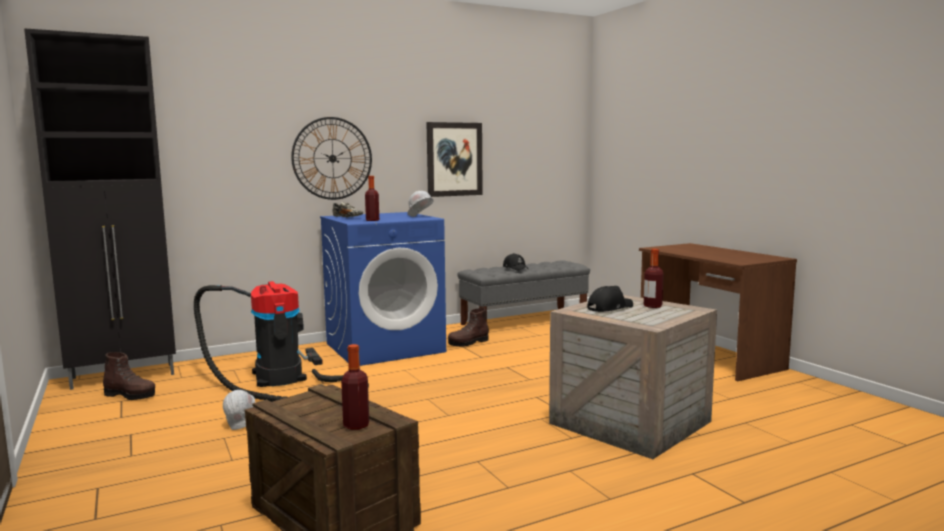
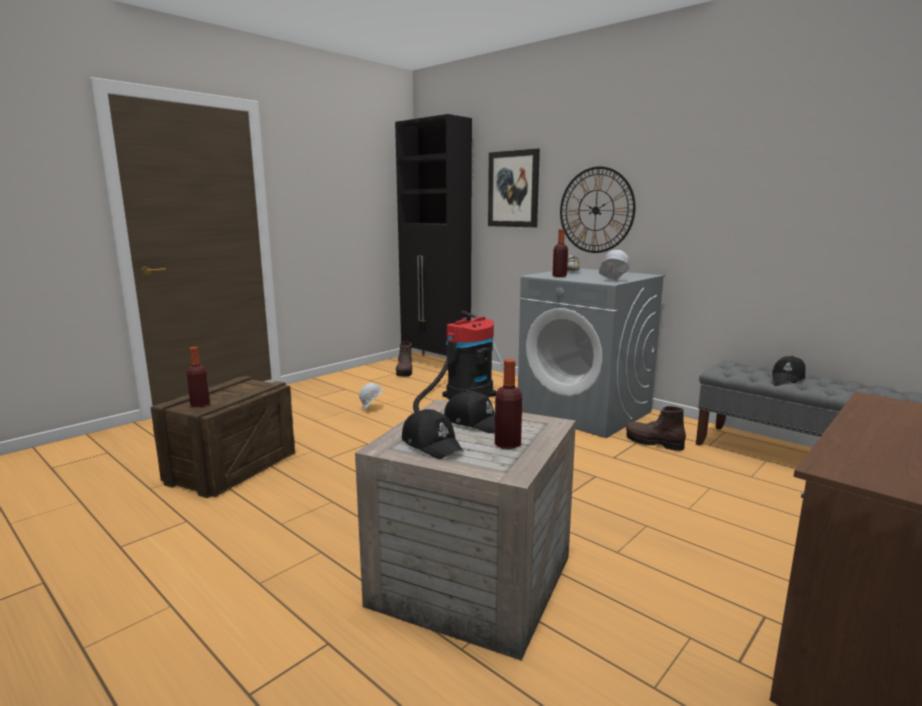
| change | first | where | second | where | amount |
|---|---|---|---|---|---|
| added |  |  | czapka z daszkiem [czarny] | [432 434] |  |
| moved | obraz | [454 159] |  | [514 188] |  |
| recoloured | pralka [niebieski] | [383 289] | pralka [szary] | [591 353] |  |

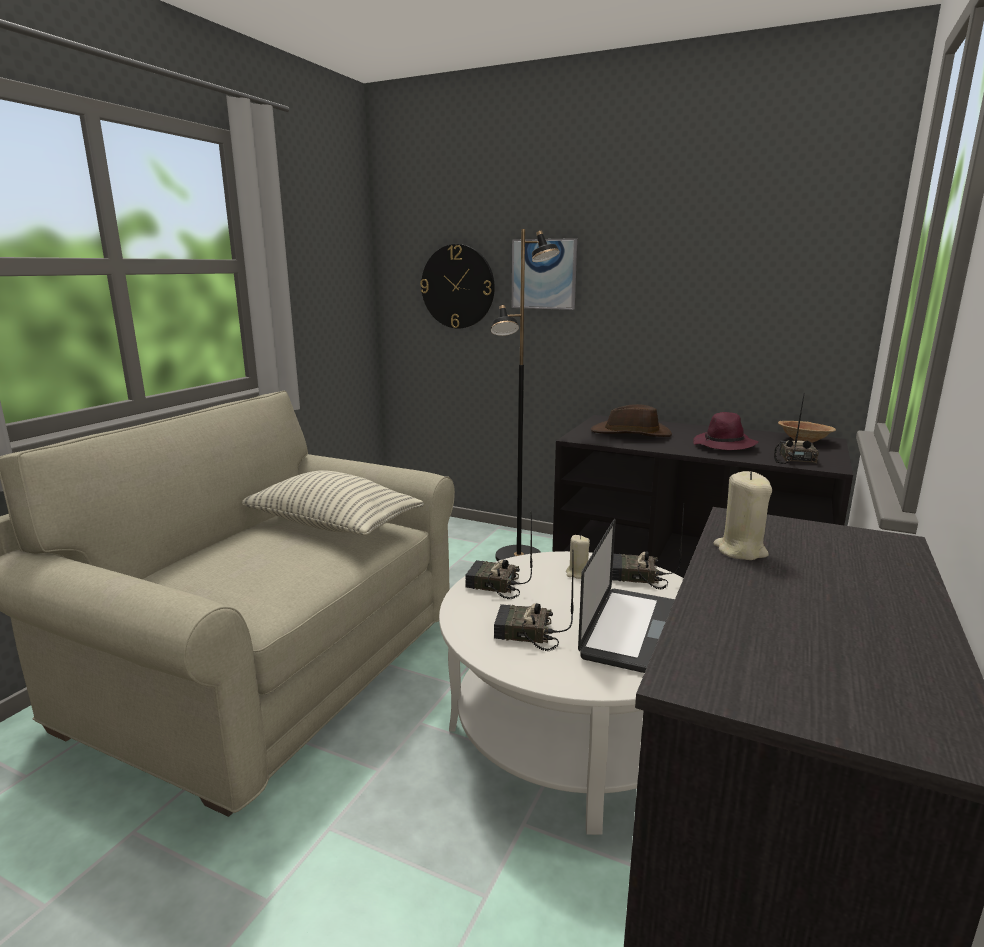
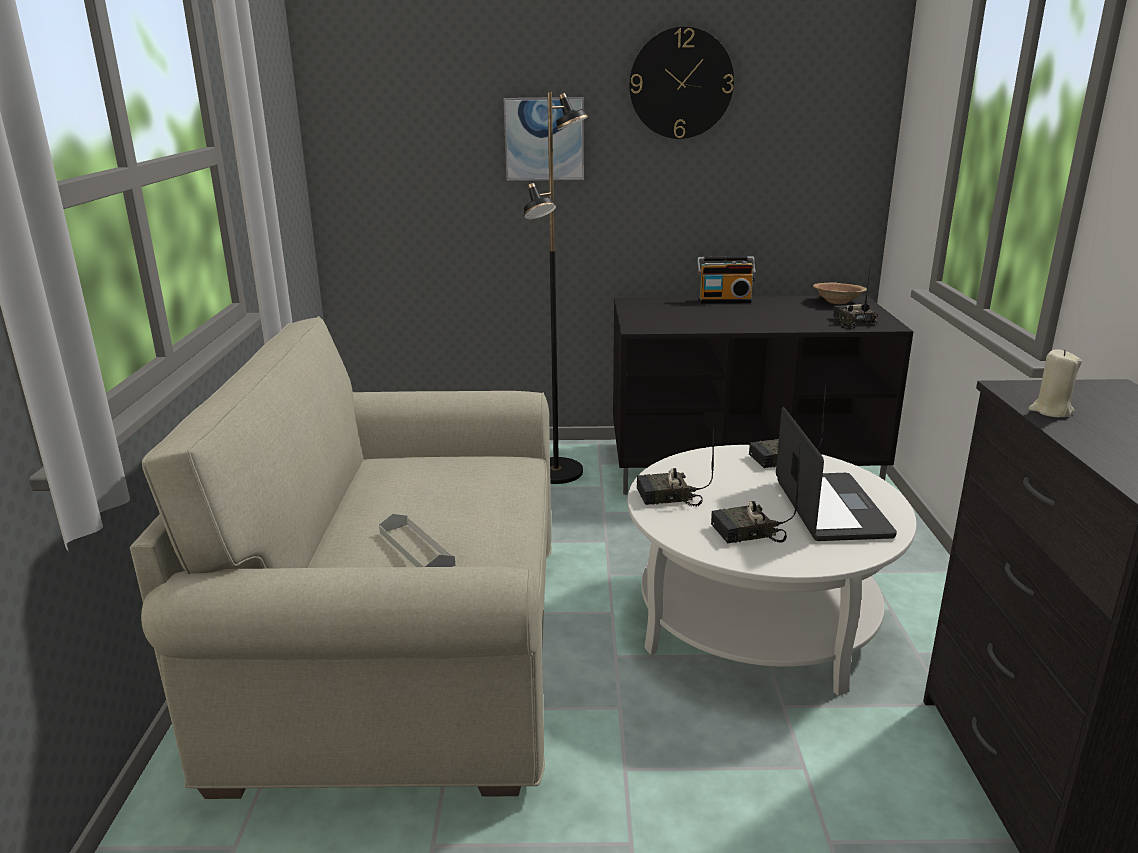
| change | first | where | second | where | amount |
|---|---|---|---|---|---|
| removed | poduszka | [333 502] |  |  |  |
| removed | świeca [beżowy] | [578 557] |  |  |  |
| removed | kapelusz [brązowy] | [631 420] |  |  |  |
| removed | kapelusz [fioletowy] | [726 431] |  |  |  |
| added |  |  | taca [szary] | [417 540] |  |
| added |  |  | radio | [726 280] |  |
| moved | zegar ścienny | [457 286] |  | [681 83] |  |

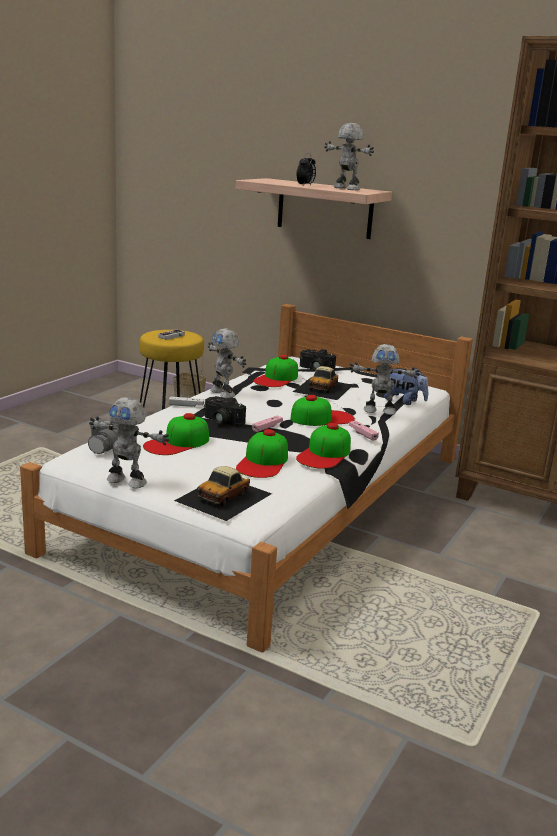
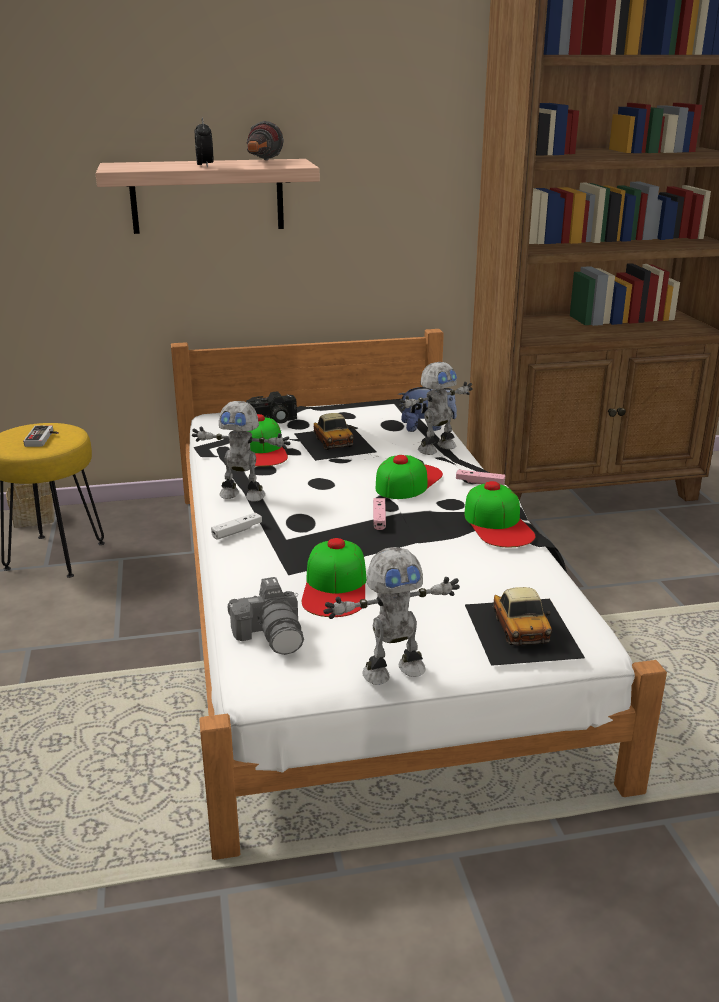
| change | first | where | second | where | amount |
|---|---|---|---|---|---|
| removed | aparat fotograficzny | [225 411] |  |  |  |
| removed | czapka z daszkiem | [262 453] |  |  |  |
| replaced | robot zabawkowy | [349 156] | latarka | [265 140] |  |

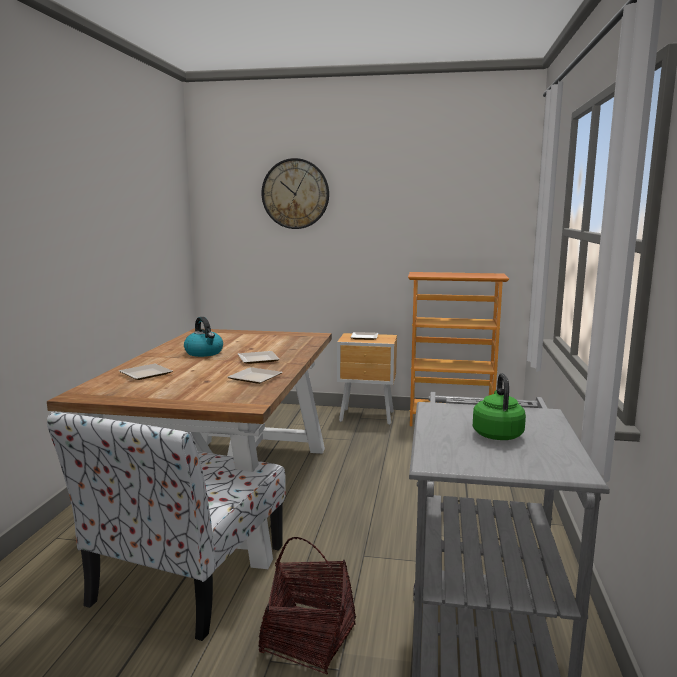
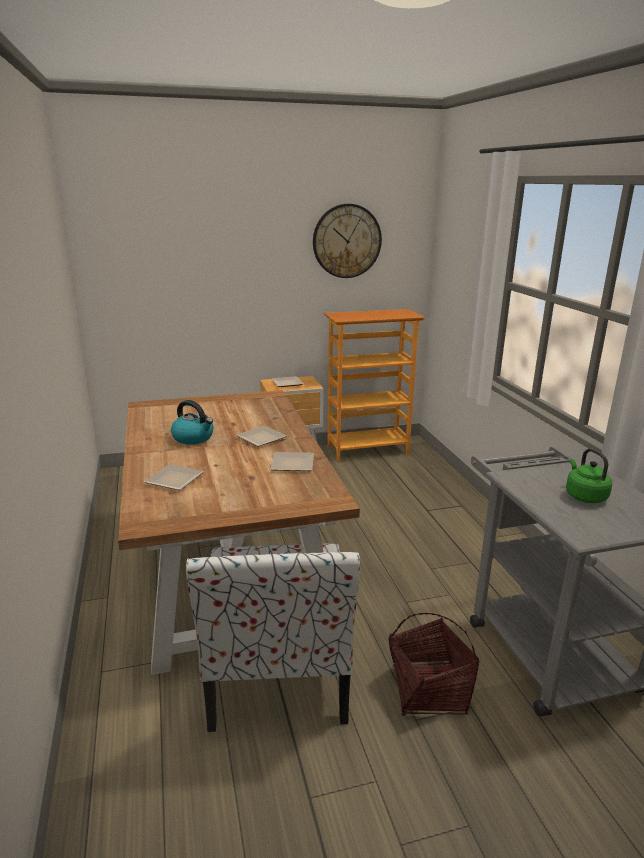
| change | first | where | second | where | amount |
|---|---|---|---|---|---|
| moved | zegar ścienny | [295 193] |  | [347 241] |  |

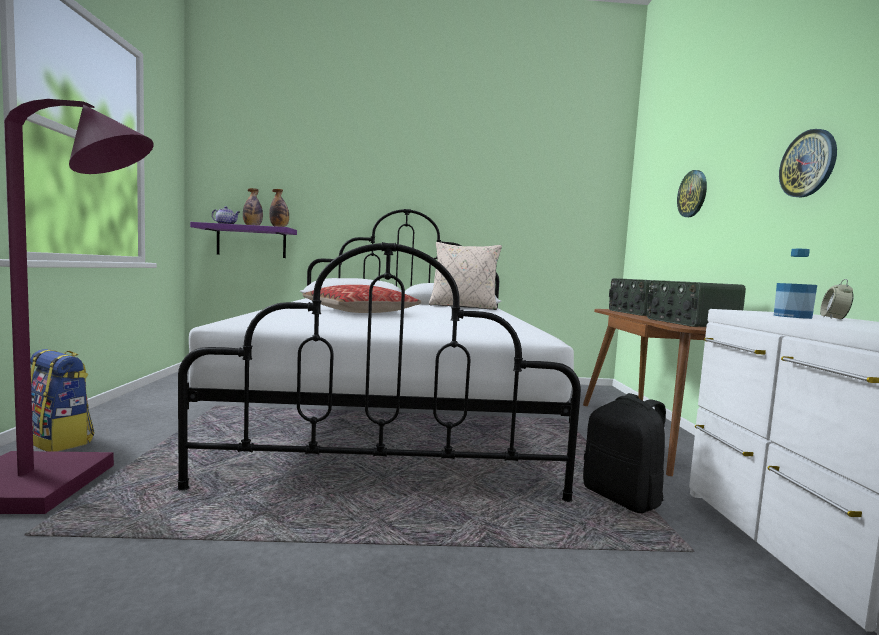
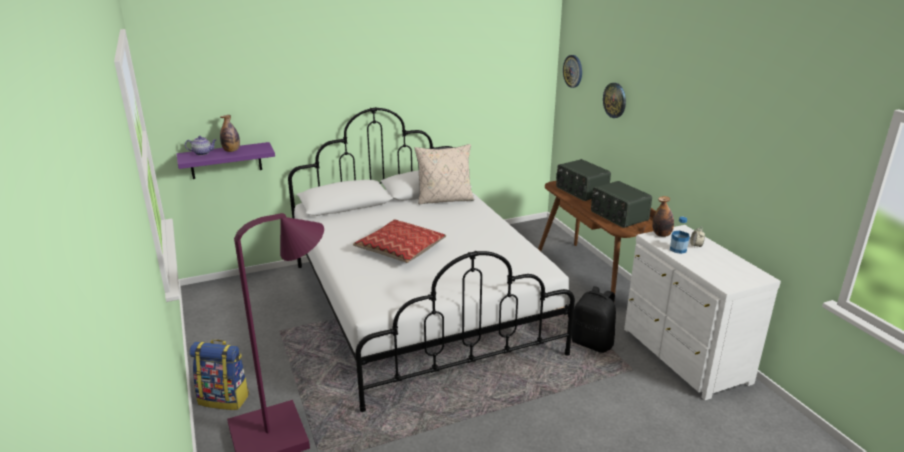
| change | first | where | second | where | amount |
|---|---|---|---|---|---|
| moved | butelka | [279 208] |  | [663 216] |  |
| moved | zegar ścienny | [808 163] |  | [572 71] |  |

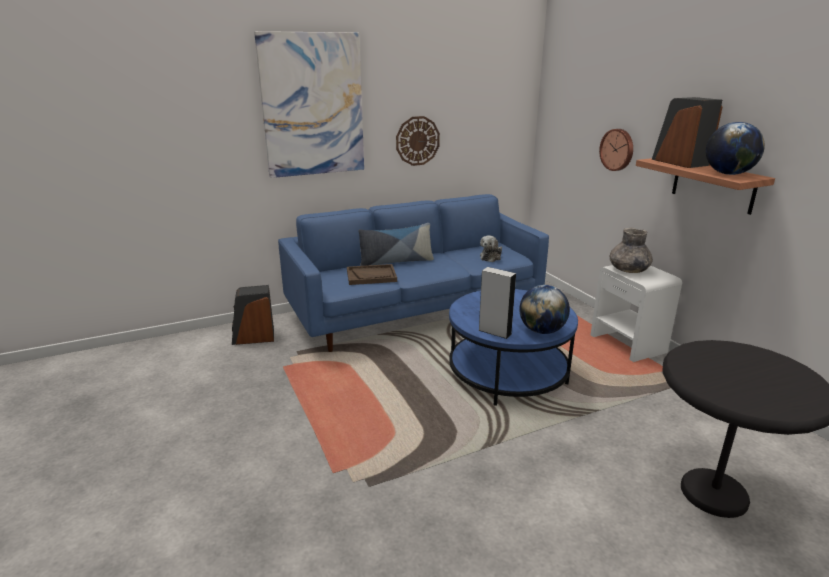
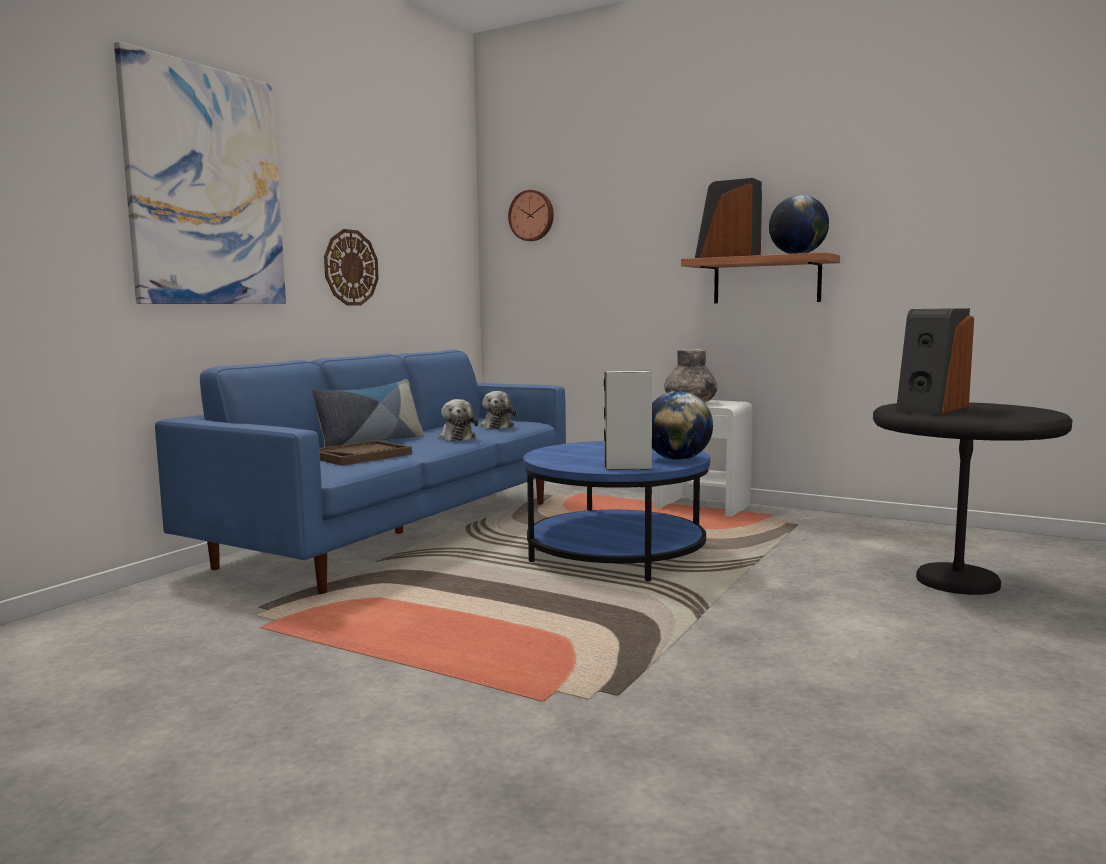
| change | first | where | second | where | amount |
|---|---|---|---|---|---|
| added |  |  | pluszak | [458 420] |  |
| moved | głośnik | [253 315] |  | [935 361] |  |
| moved | zegar ścienny | [616 150] |  | [531 215] |  |

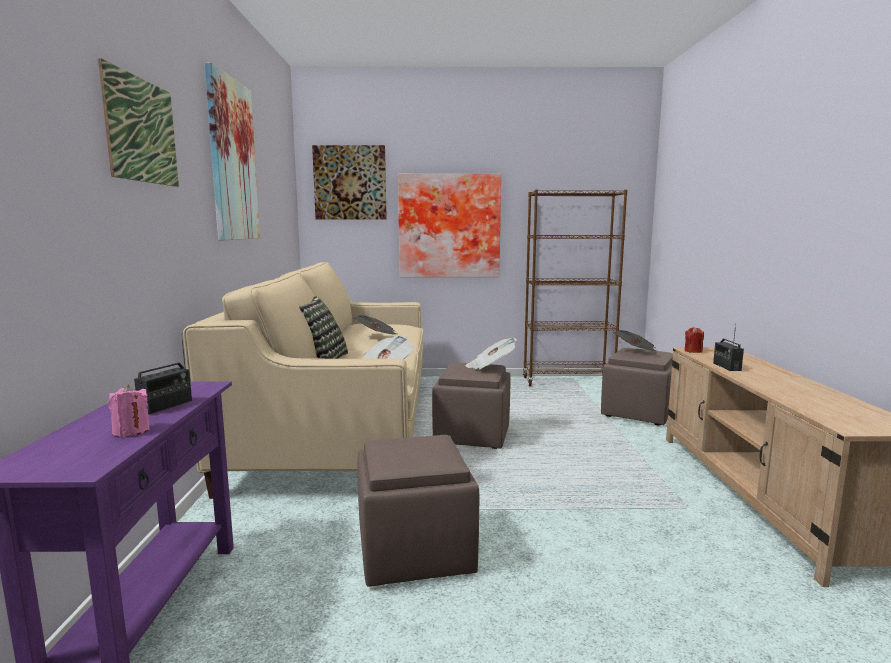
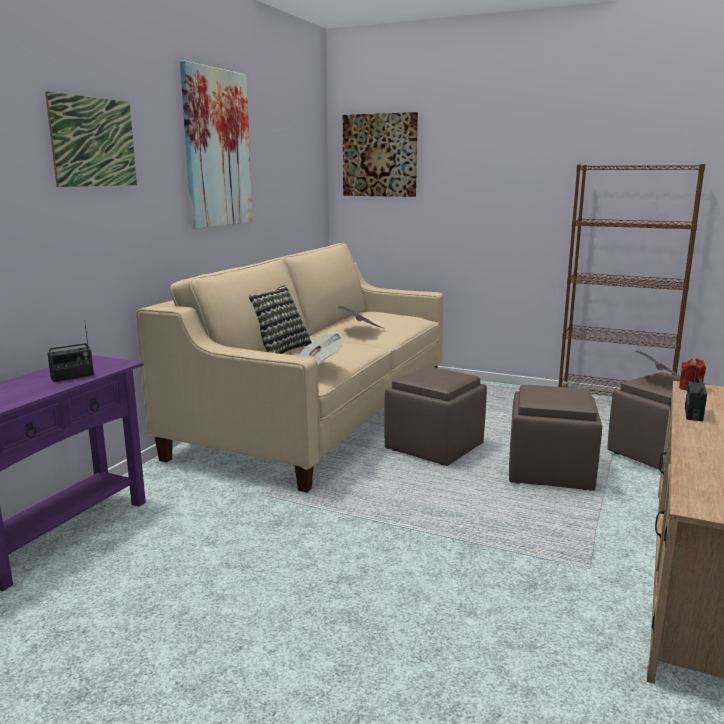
| change | first | where | second | where | amount |
|---|---|---|---|---|---|
| removed | świeca [różowy] | [129 410] |  |  |  |
| removed | obraz | [449 225] |  |  |  |
| removed | gazeta | [491 354] |  |  |  |
| moved | pufa [brązowy] | [418 511] |  | [555 438] |  |

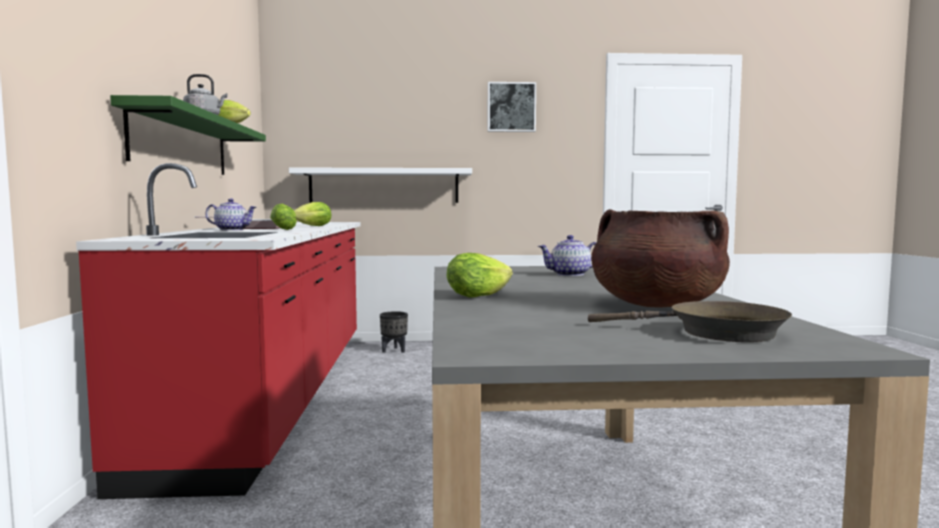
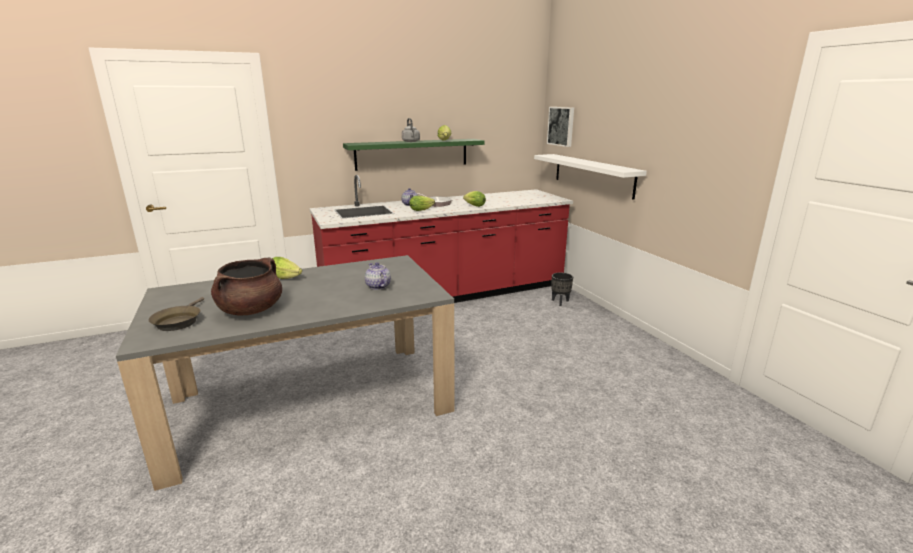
| change | first | where | second | where | amount |
|---|---|---|---|---|---|
| moved | obraz | [512 107] |  | [560 127] |  |

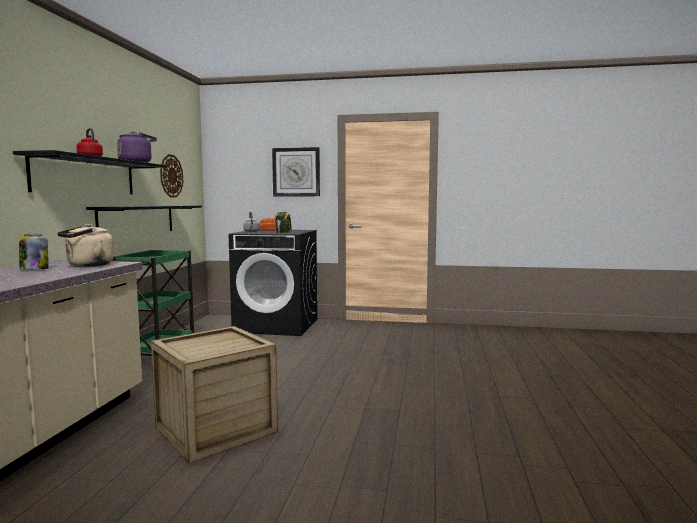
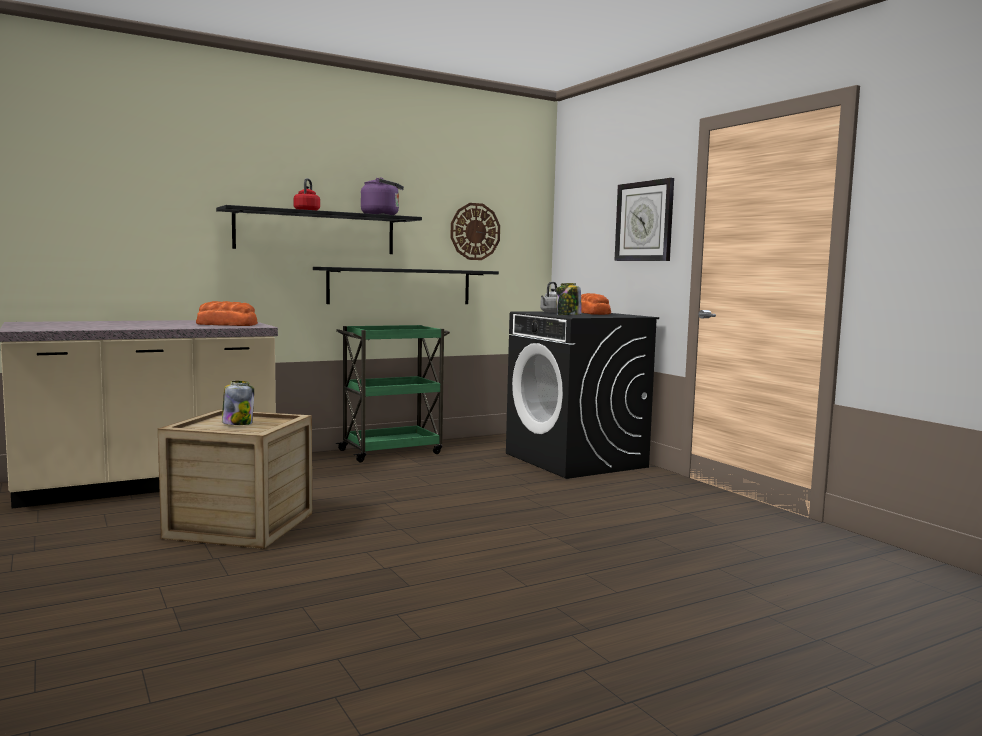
| change | first | where | second | where | amount |
|---|---|---|---|---|---|
| moved | słoik | [34 252] |  | [238 403] |  |
| replaced | czajnik [beżowy] | [85 245] | chleb | [227 313] |  |

